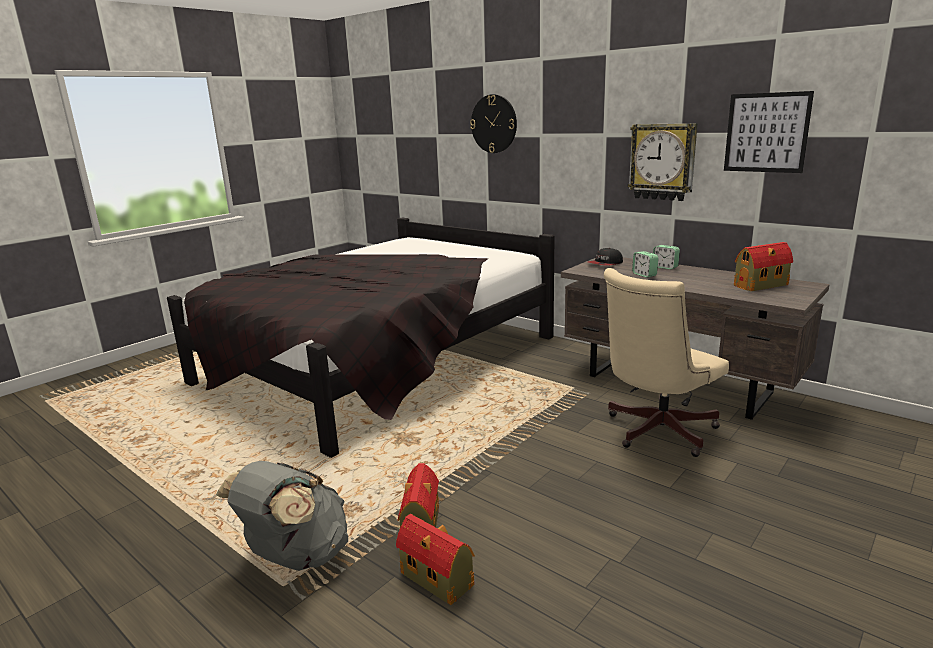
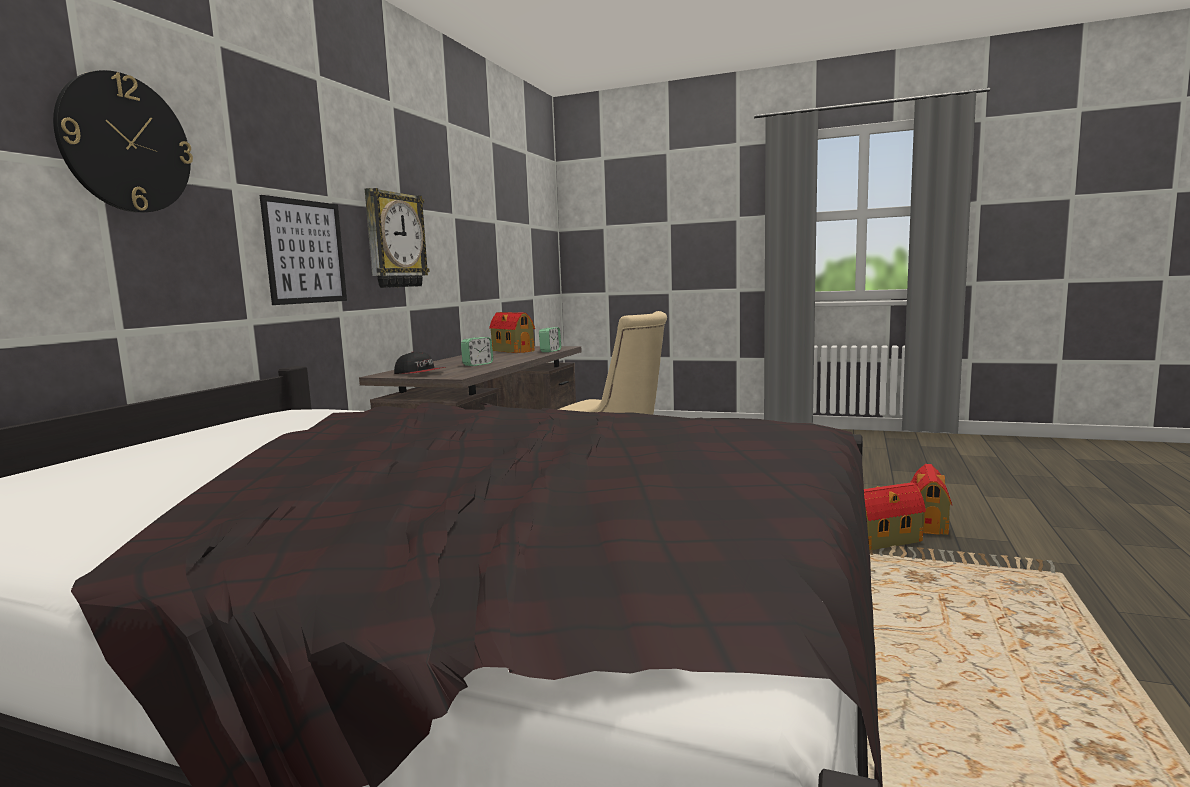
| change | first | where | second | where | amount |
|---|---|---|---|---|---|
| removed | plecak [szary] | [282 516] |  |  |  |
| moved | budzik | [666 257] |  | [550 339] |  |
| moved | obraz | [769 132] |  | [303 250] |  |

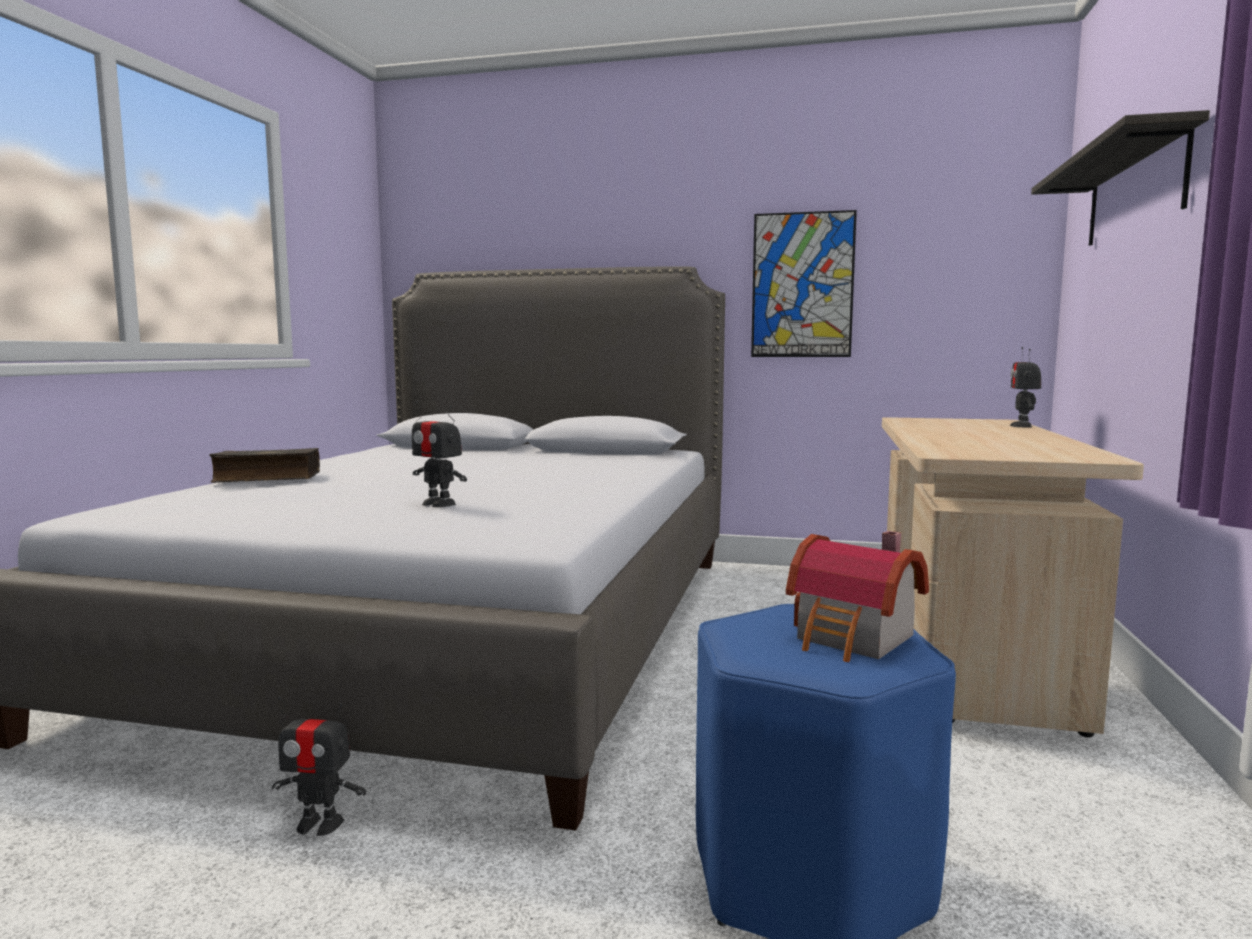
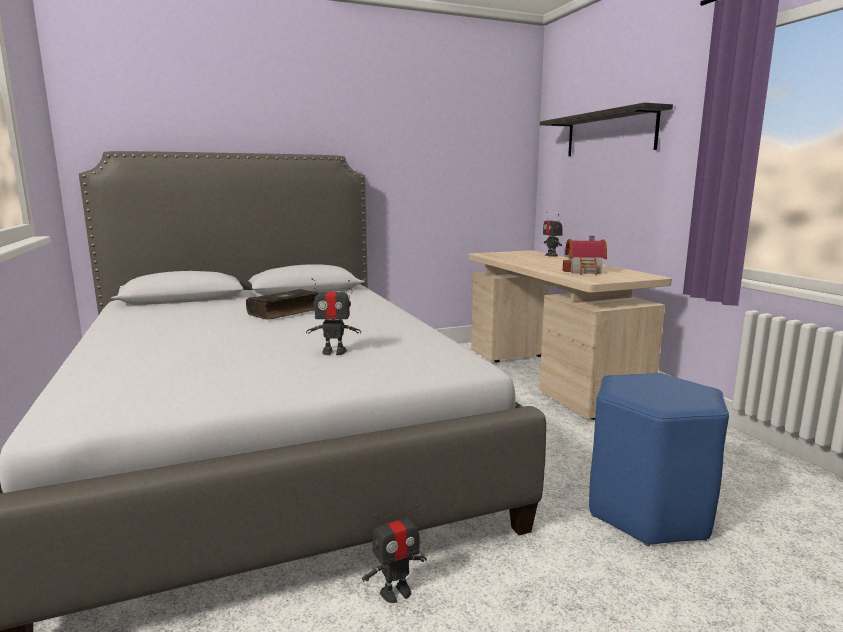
| change | first | where | second | where | amount |
|---|---|---|---|---|---|
| removed | obraz | [804 283] |  |  |  |
| moved | książka | [264 465] |  | [282 304] |  |
| moved | domek | [857 596] |  | [584 255] |  |

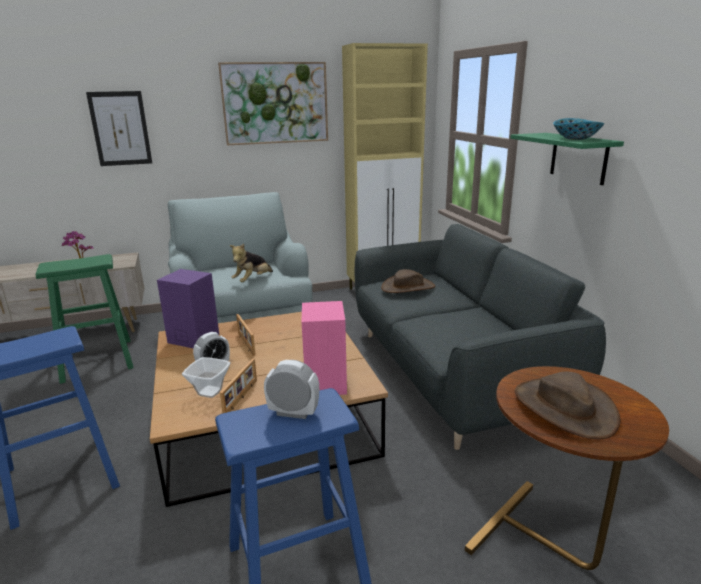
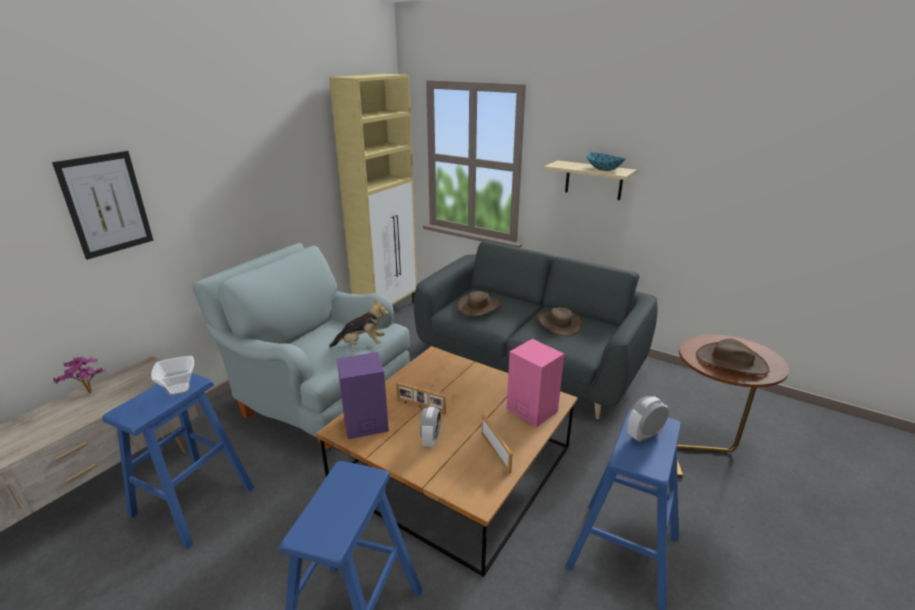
| change | first | where | second | where | amount |
|---|---|---|---|---|---|
| removed | obraz | [273 103] |  |  |  |
| added |  |  | kapelusz [brązowy] | [559 321] |  |
| moved | miska | [206 377] |  | [172 376] |  |
| recoloured | stołek [zielony] | [85 319] | stołek [niebieski] | [178 461] |  |
| recoloured | półka [zielony] | [567 159] | półka [beżowy] | [590 180] |  |
| turned | pluszak | [251 262] |  | [359 323] | 90 degrees counterclockwise |

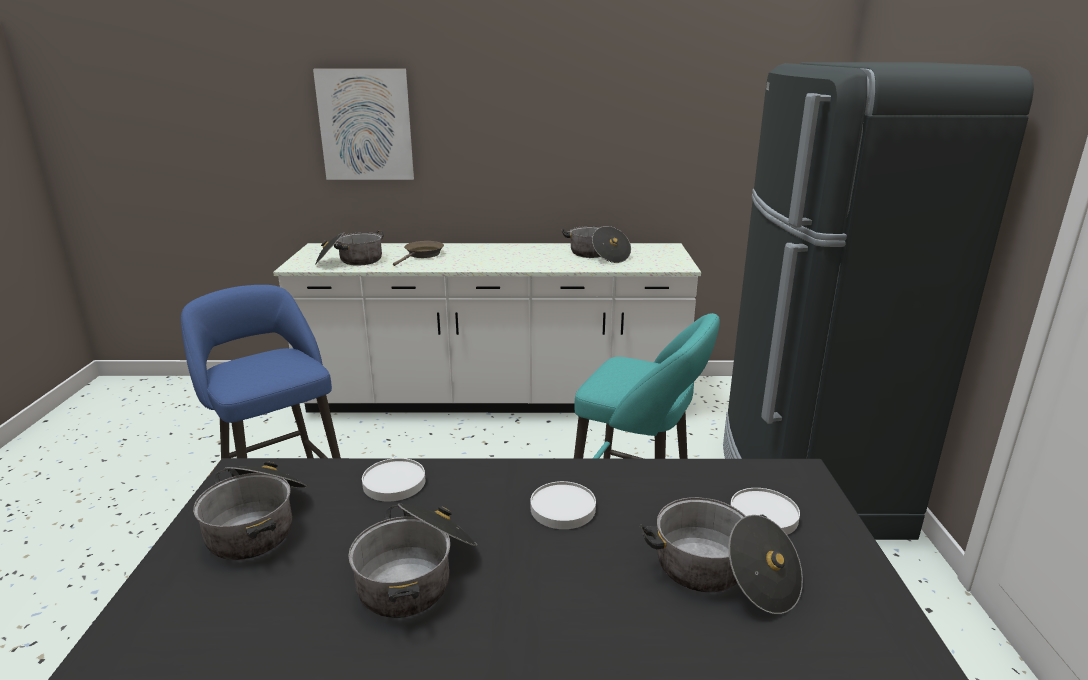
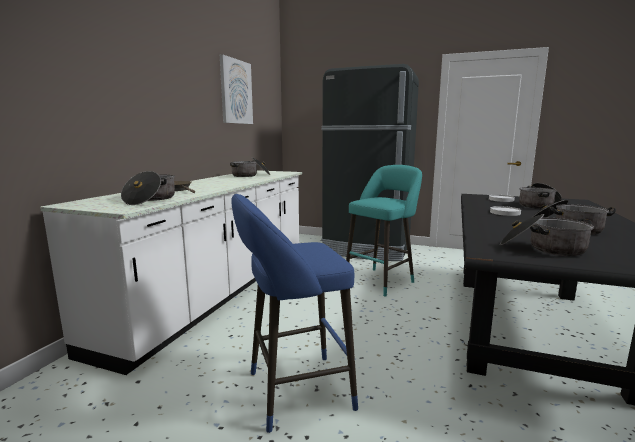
| change | first | where | second | where | amount |
|---|---|---|---|---|---|
| removed | talerz [biały] | [393 479] |  |  |  |
| moved | obraz | [363 124] |  | [236 89] |  |

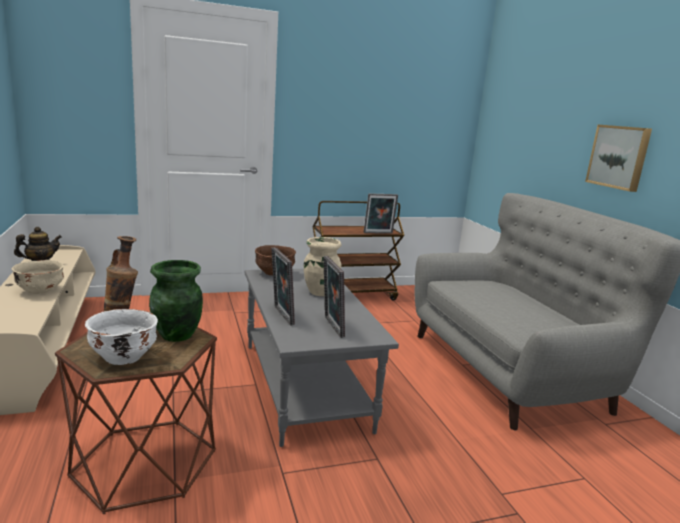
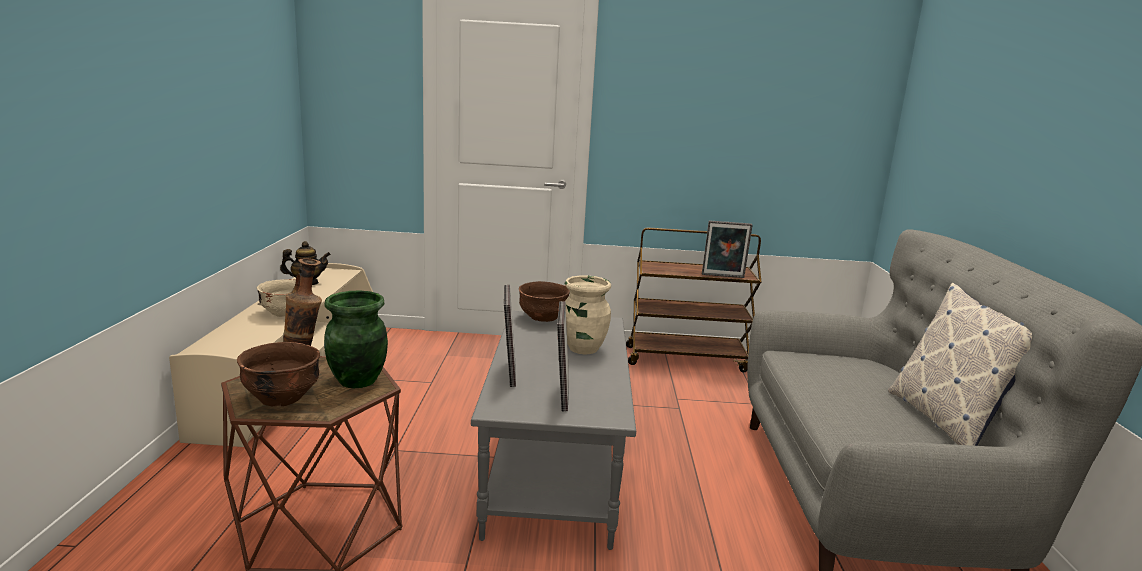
| change | first | where | second | where | amount |
|---|---|---|---|---|---|
| removed | obraz | [618 158] |  |  |  |
| added |  |  | poduszka | [960 364] |  |
| recoloured | miska [biały] | [121 337] | miska [brązowy] | [278 374] |  |

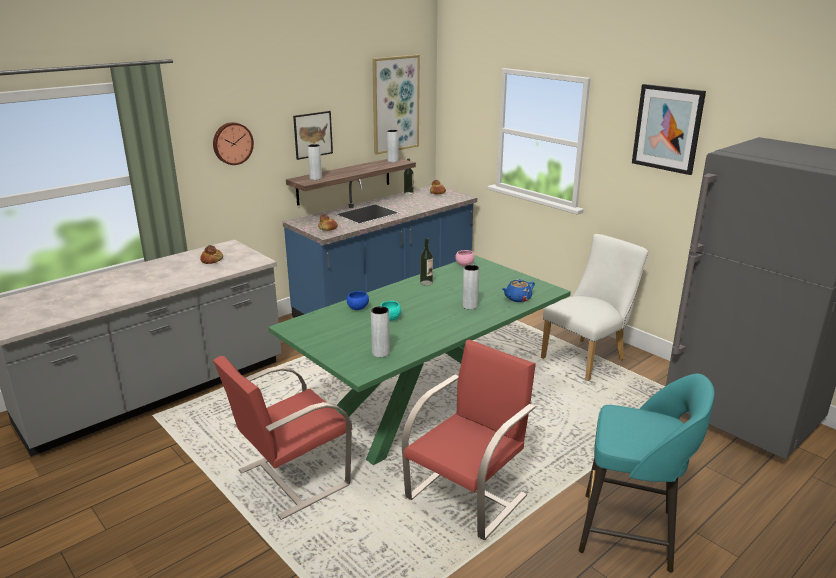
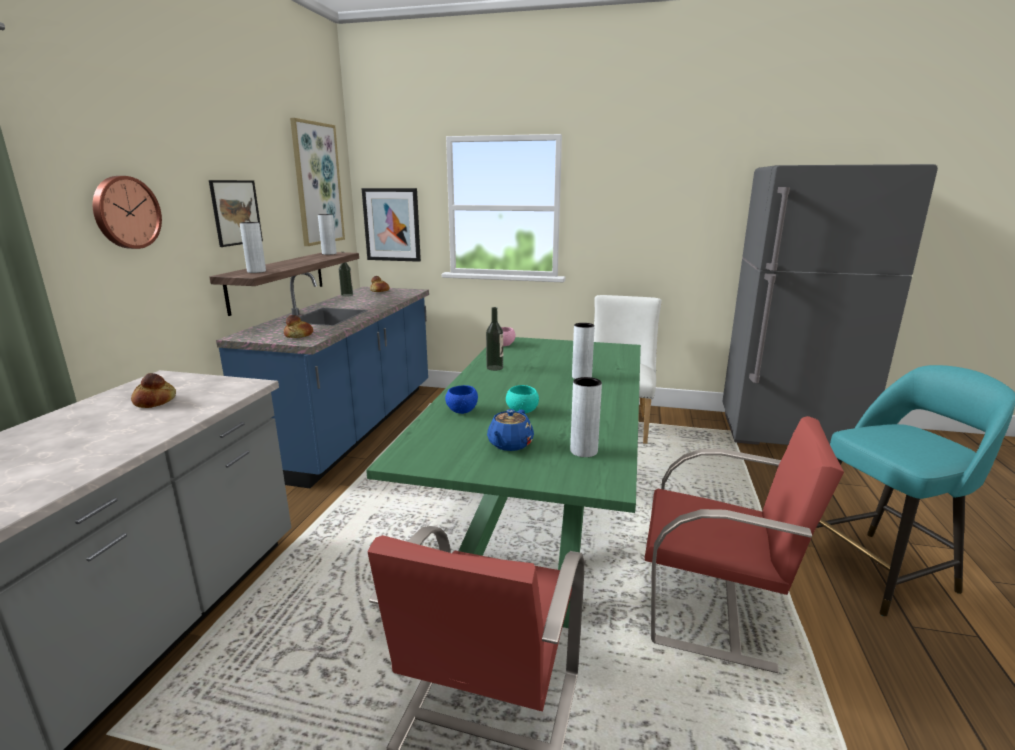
| change | first | where | second | where | amount |
|---|---|---|---|---|---|
| moved | imbryk [niebieski] | [518 290] |  | [510 430] |  |
| moved | obraz | [669 129] |  | [391 225] |  |
| turned | krzesło [czerwony] | [469 440] |  | [744 544] | 105 degrees clockwise |

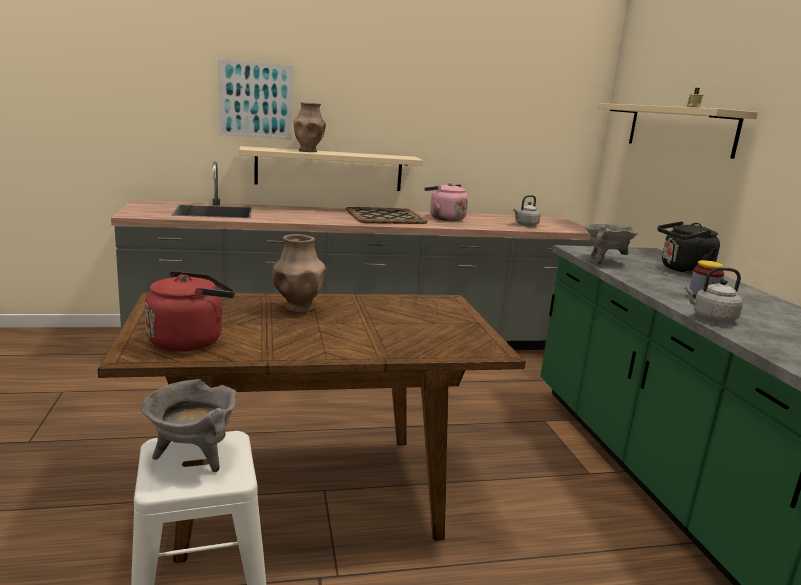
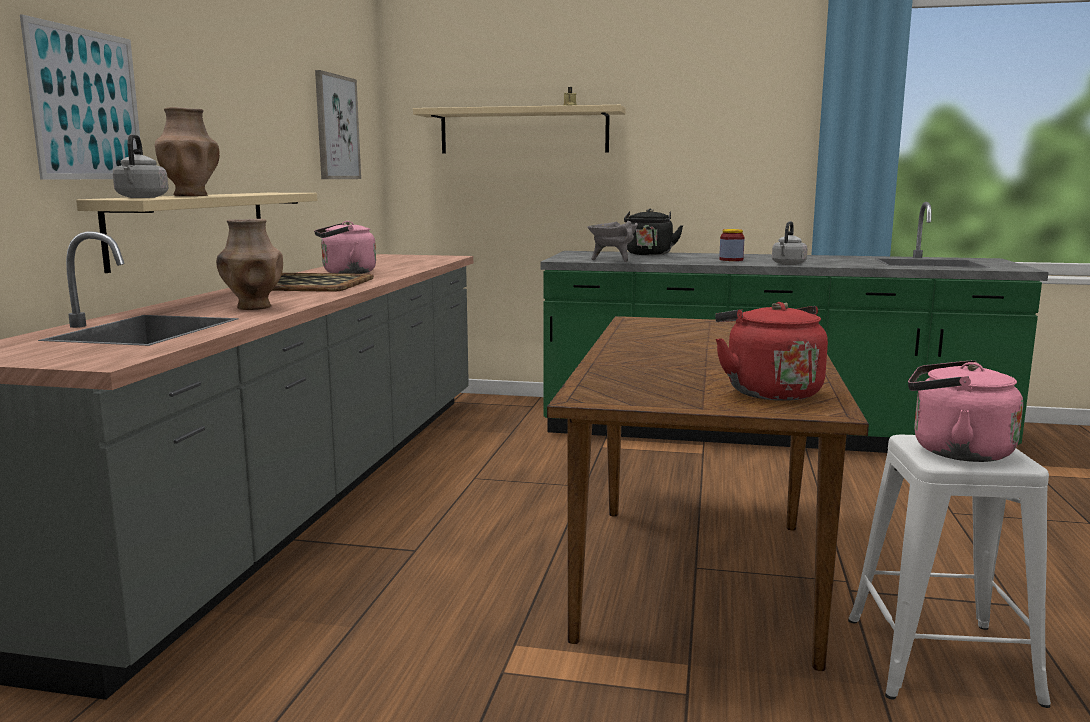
| change | first | where | second | where | amount |
|---|---|---|---|---|---|
| added |  |  | obraz | [338 124] |  |
| moved | wazon [brązowy] | [299 273] |  | [249 264] |  |
| moved | czajnik [szary] | [526 210] |  | [140 166] |  |
| replaced | garnek [szary] | [189 425] | czajnik [różowy] | [965 411] |  |

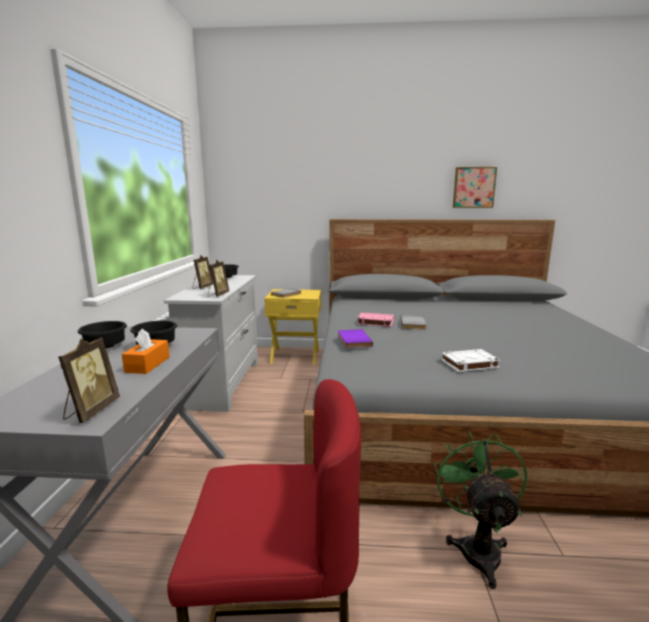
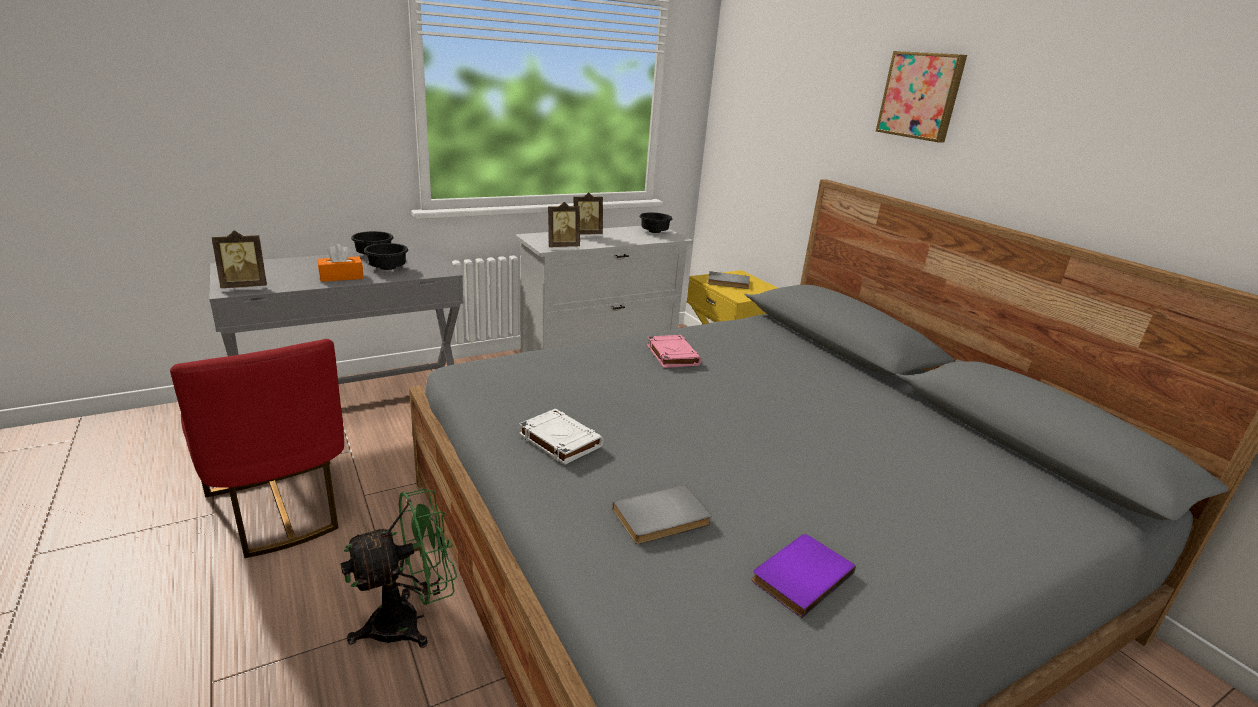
| change | first | where | second | where | amount |
|---|---|---|---|---|---|
| moved | książka [fioletowy] | [355 338] |  | [804 576] |  |
| moved | książka [szary] | [413 322] |  | [662 514] |  |
| moved | obraz | [475 187] |  | [921 96] |  |

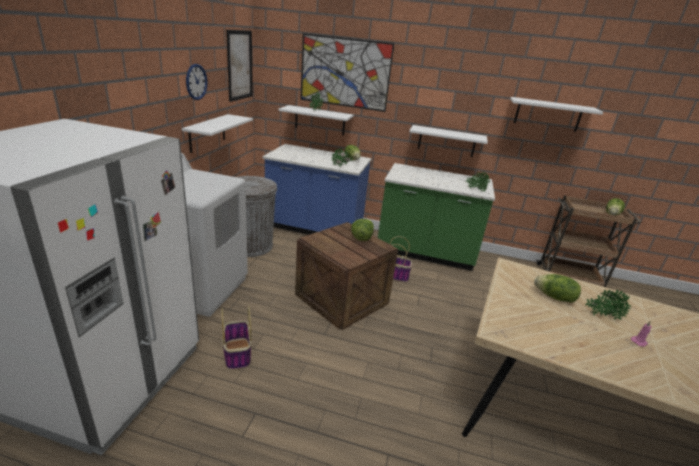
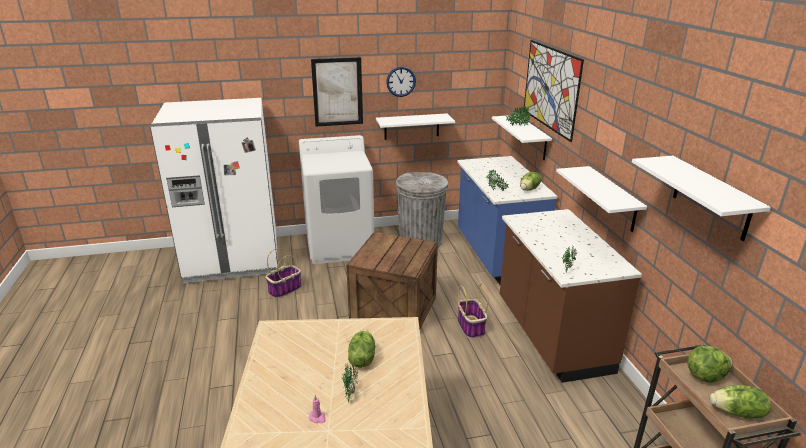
| change | first | where | second | where | amount |
|---|---|---|---|---|---|
| moved | obraz | [239 66] |  | [337 91] |  |
| moved | sałata | [362 230] |  | [710 364] |  |
| recoloured | zabudowa kuchenna [zielony] | [436 217] | zabudowa kuchenna [brązowy] | [571 296] |  |

